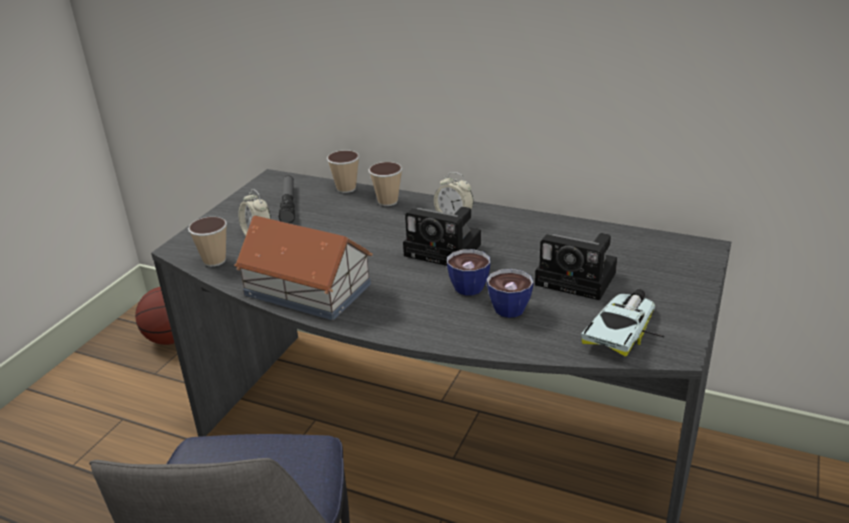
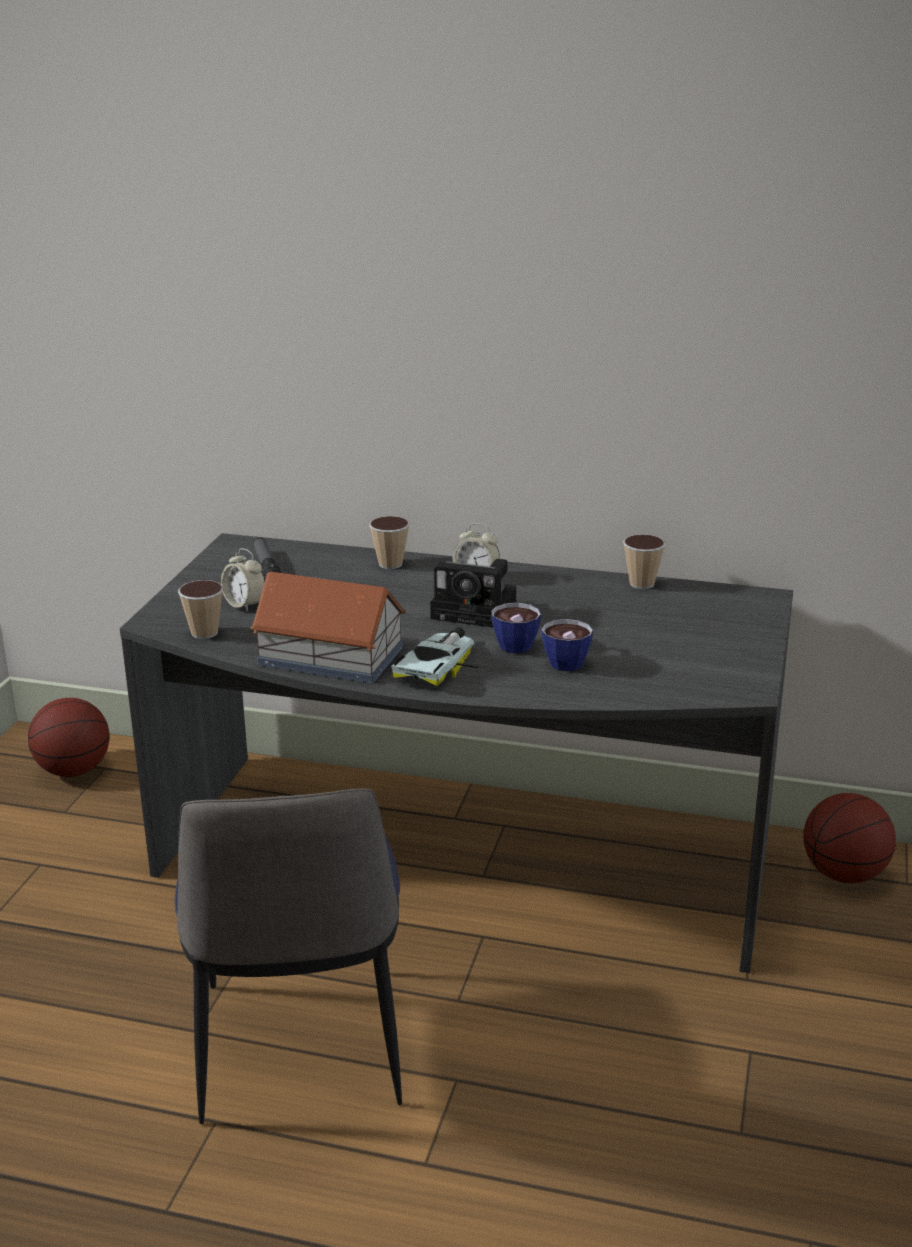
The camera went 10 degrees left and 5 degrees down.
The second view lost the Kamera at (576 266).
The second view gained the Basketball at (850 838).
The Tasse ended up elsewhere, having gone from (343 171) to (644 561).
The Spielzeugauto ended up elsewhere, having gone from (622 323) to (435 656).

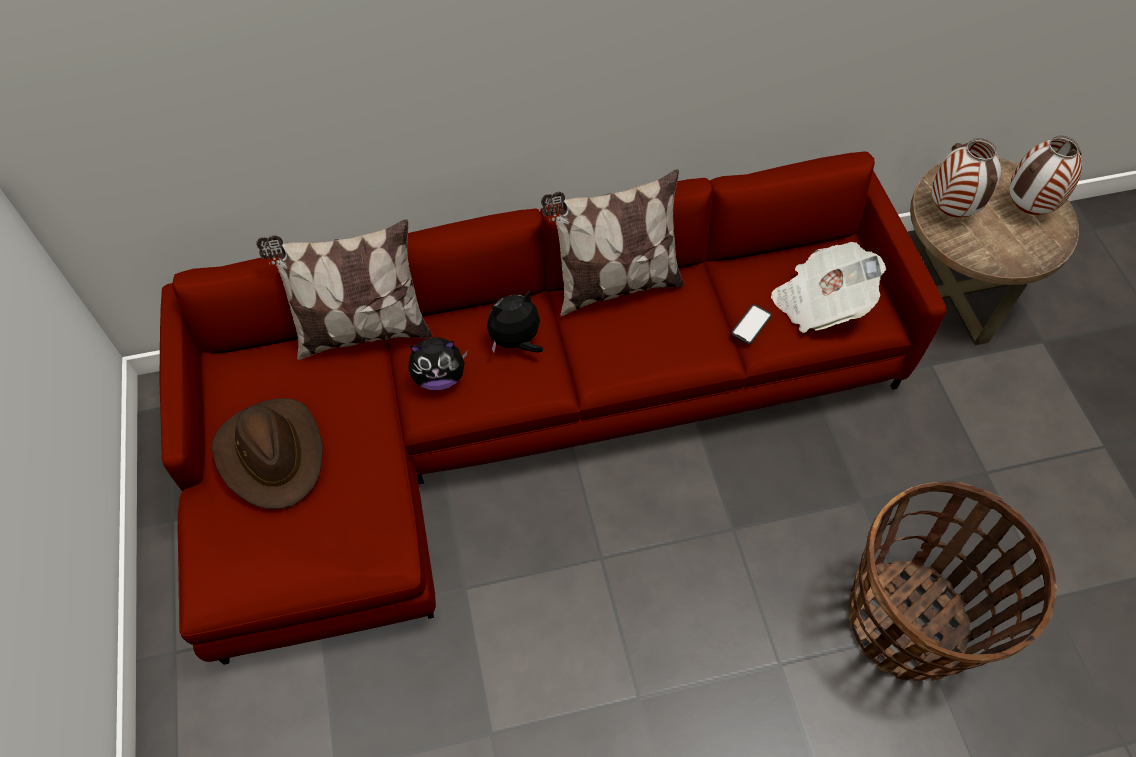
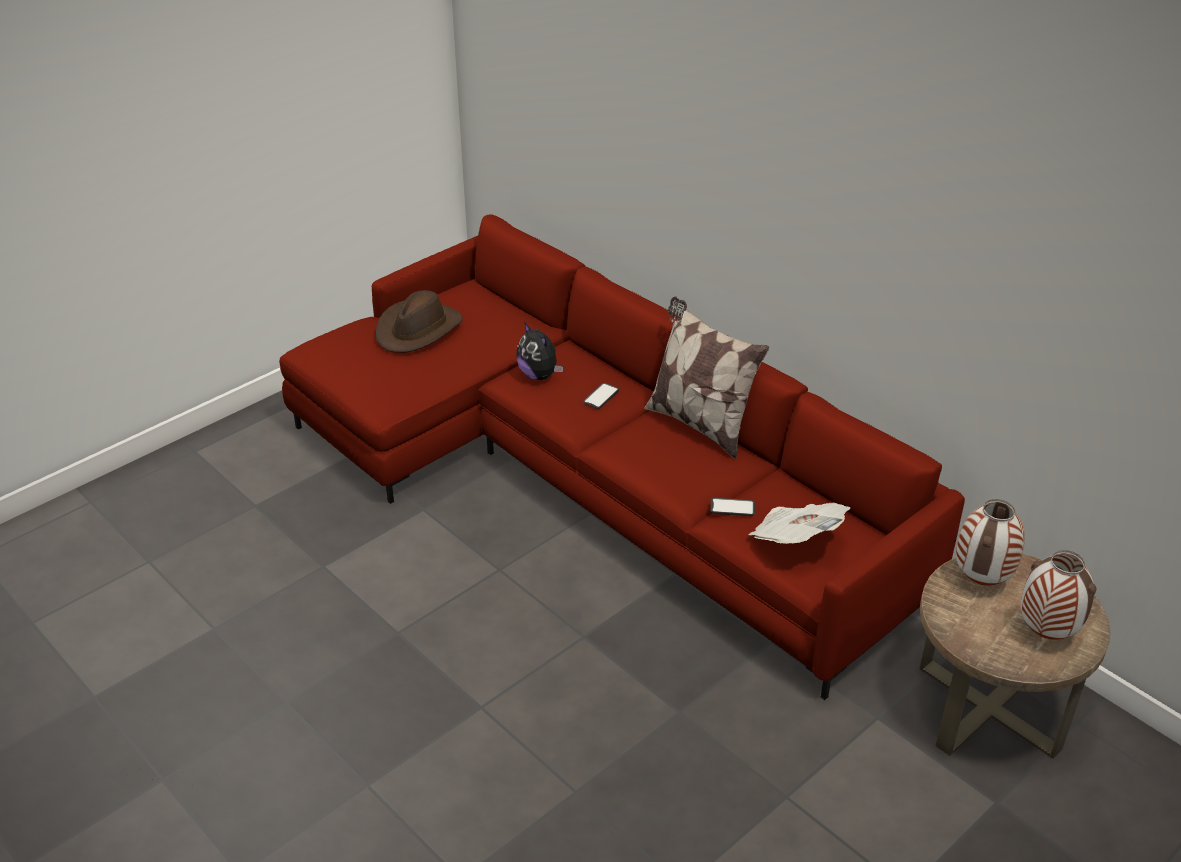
The camera went 60 degrees right and 20 degrees down.
The second view lost the Kissen at (344 289).
The second view lost the Korb at (952 581).
Where the Plüschtier stood at (515 321), the Handy came to stand at (601 396).

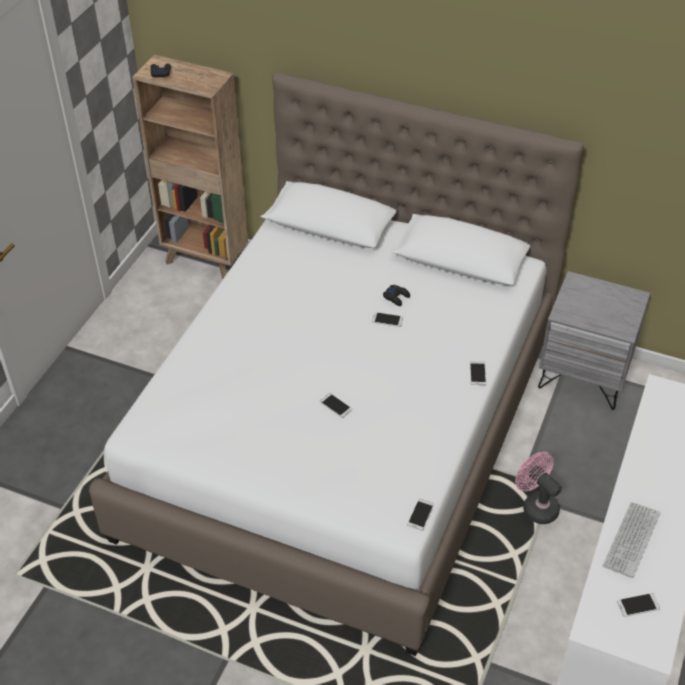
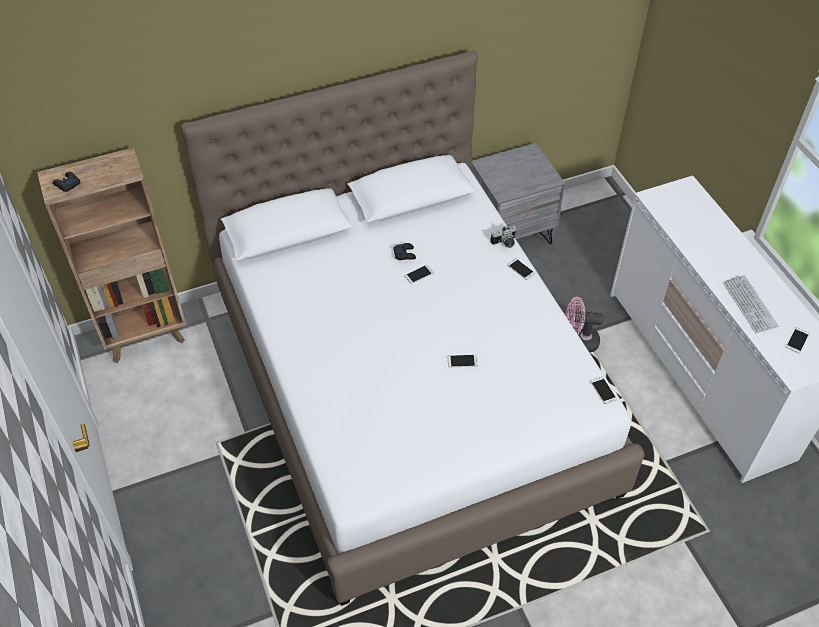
The camera went 45 degrees left and 5 degrees up.
The second view gained the Kamera at (503 236).

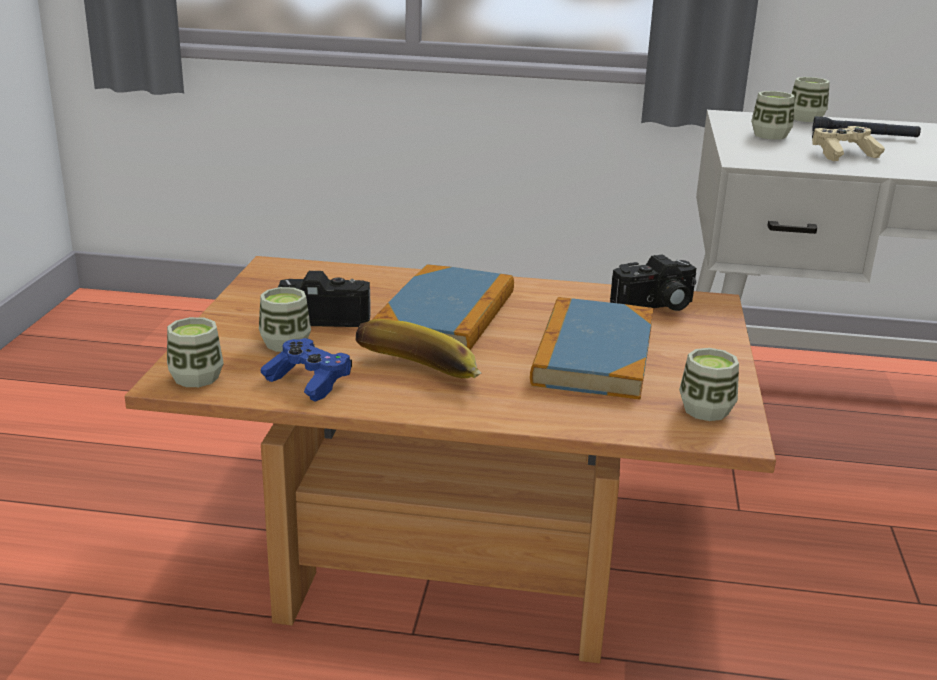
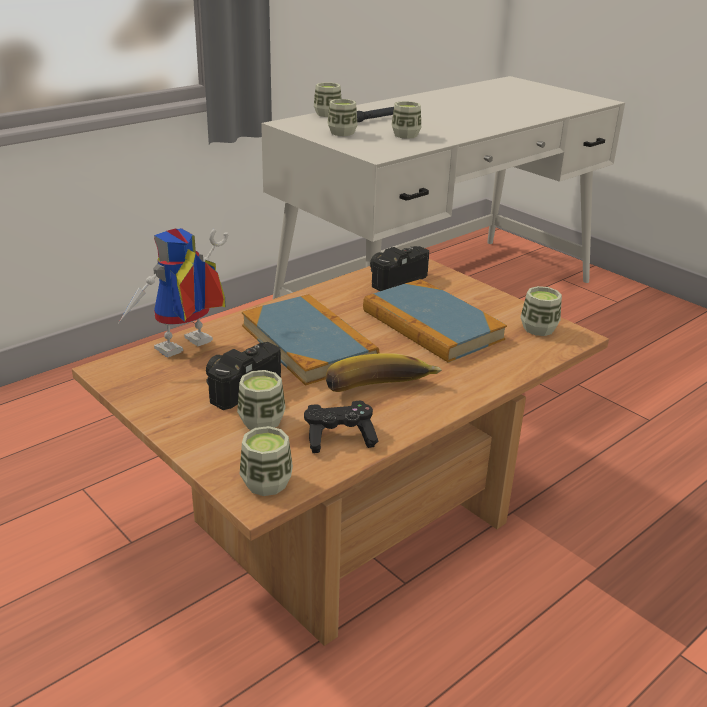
The camera went 50 degrees left and 5 degrees up.
The second view gained the Spielzeugroboter at (173 293).
Where the Gamepad [beige] stood at (848 143), the Tasse came to stand at (406 120).
What was the Gamepad [blau] at (306 370) turned into the Gamepad [schwarz] at (341 427).
The Kamera at (653 283) ended up facing another way, 150 degrees counterclockwise from before.

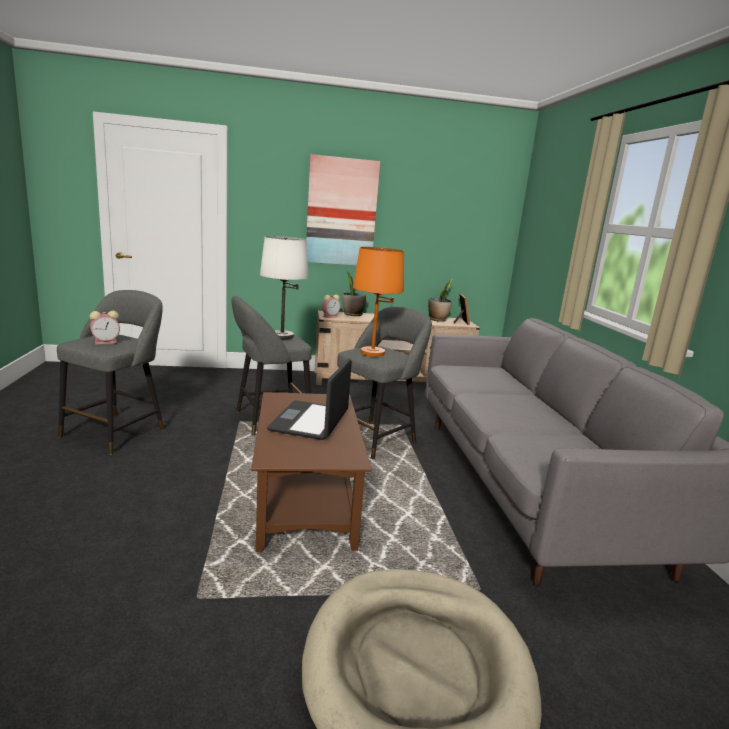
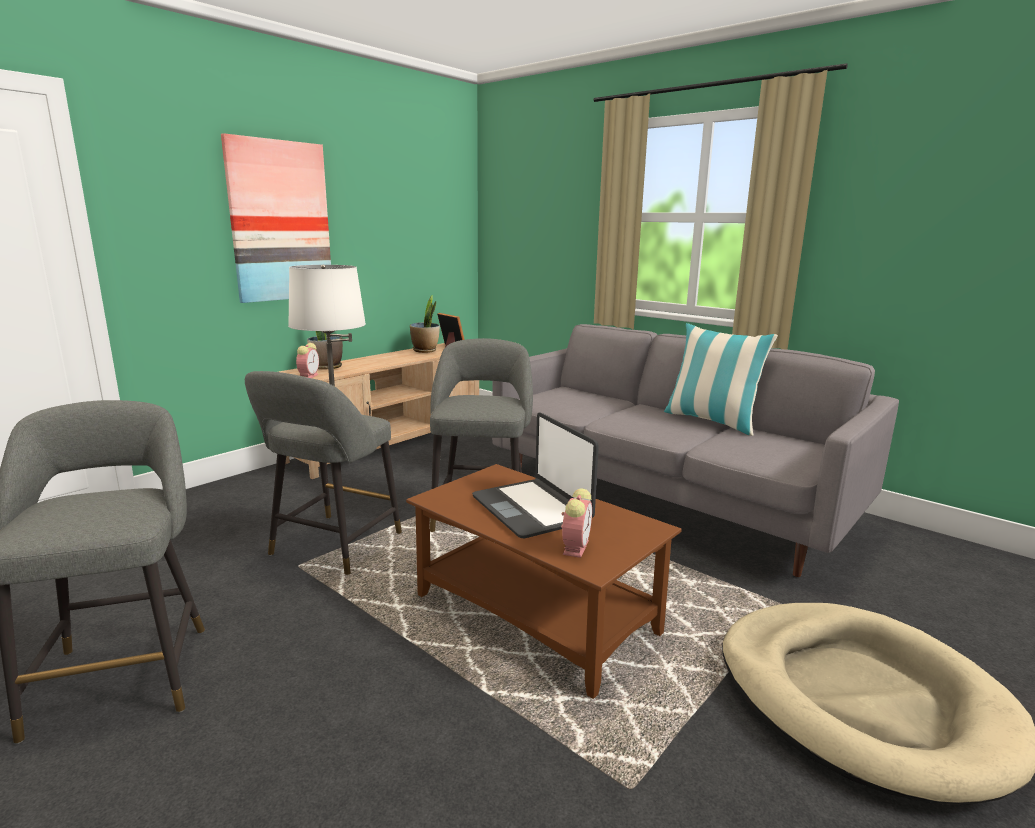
The camera went 40 degrees left and 0 degrees up.
The second view lost the Tischlampe [orange] at (378 302).
The second view gained the Kissen at (721 379).
The Wecker ended up elsewhere, having gone from (105 328) to (576 523).

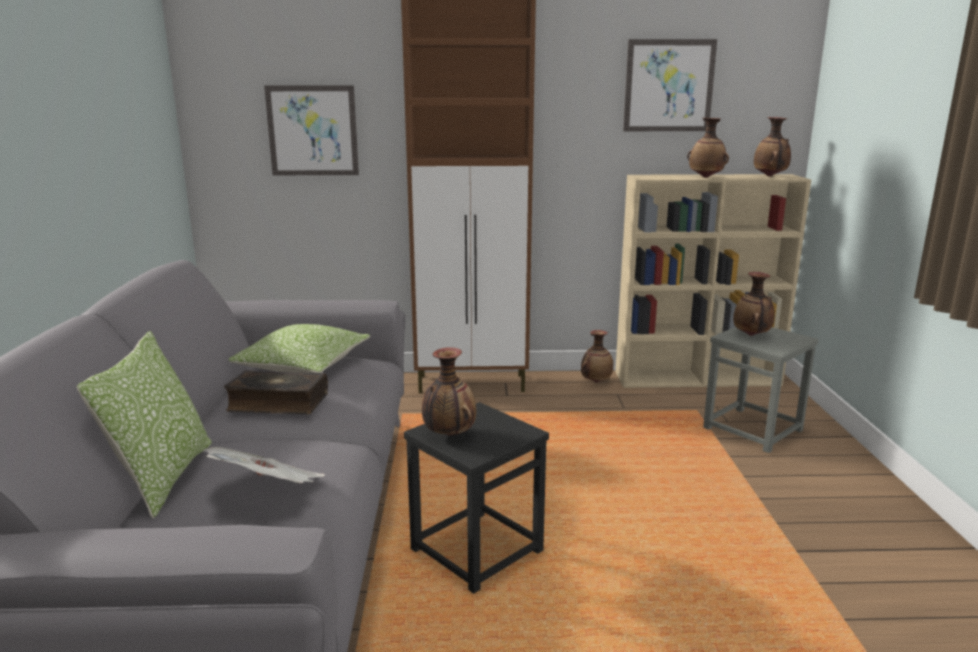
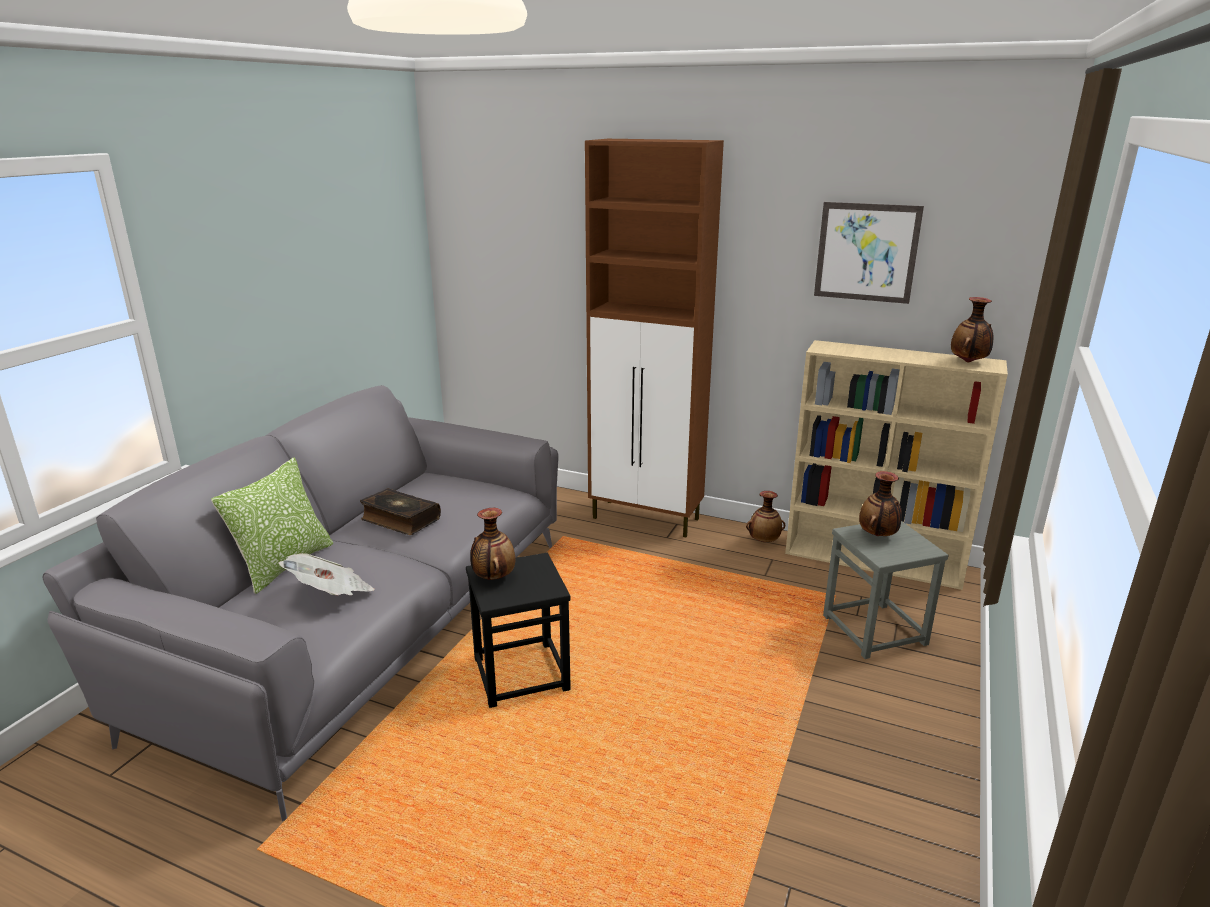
The camera went 25 degrees right and 5 degrees up.
The second view lost the Kissen at (299 348).
The second view lost the Bild at (311 130).
The second view lost the Vase at (708 148).

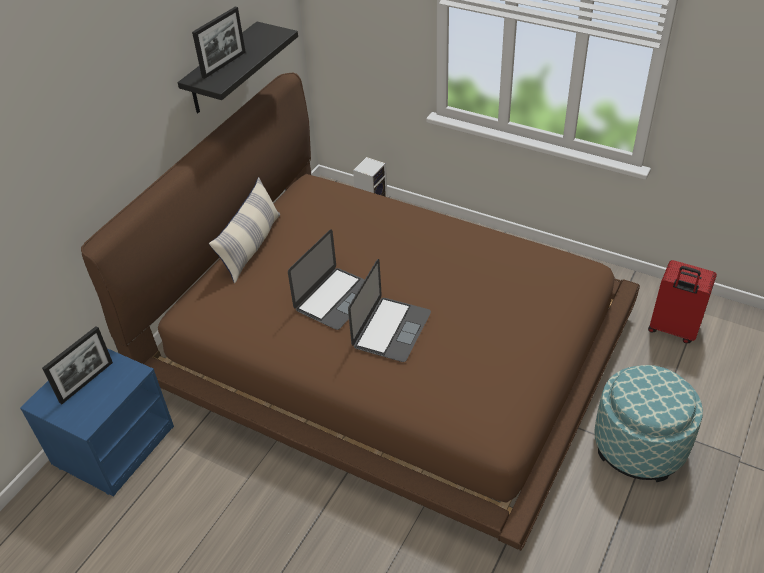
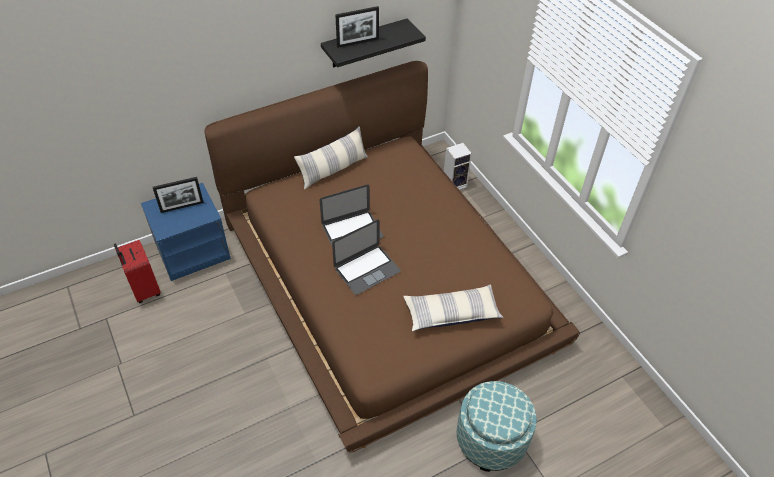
The camera went 30 degrees right and 5 degrees up.
The second view gained the Kissen at (453 307).
The Koffer [rot] ended up elsewhere, having gone from (682 301) to (137 271).

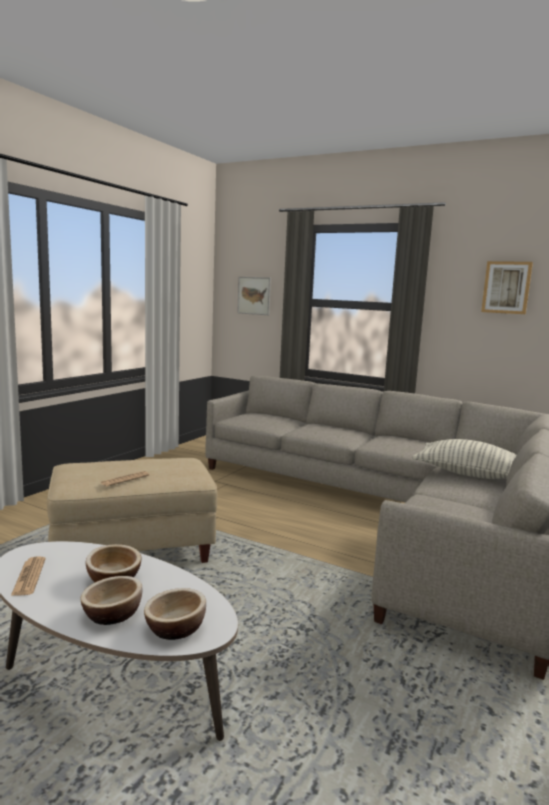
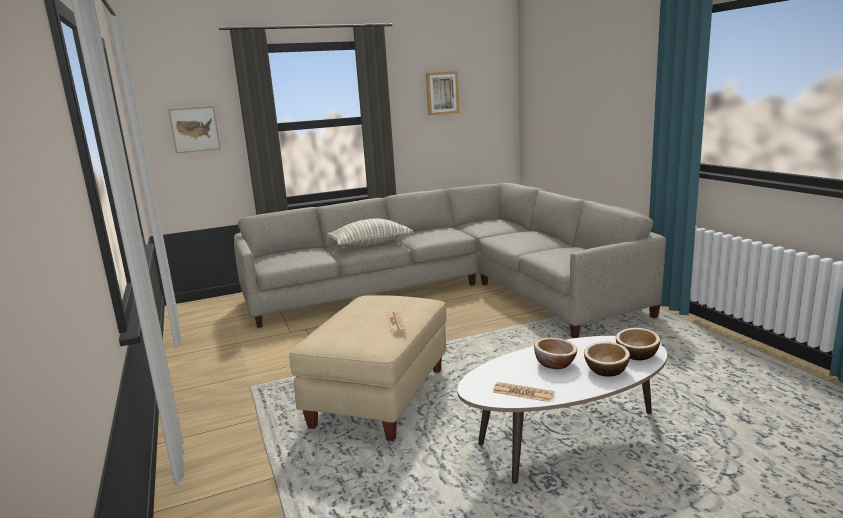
The camera went 50 degrees left and 5 degrees up.
The Kissen ended up elsewhere, having gone from (464 459) to (370 232).

